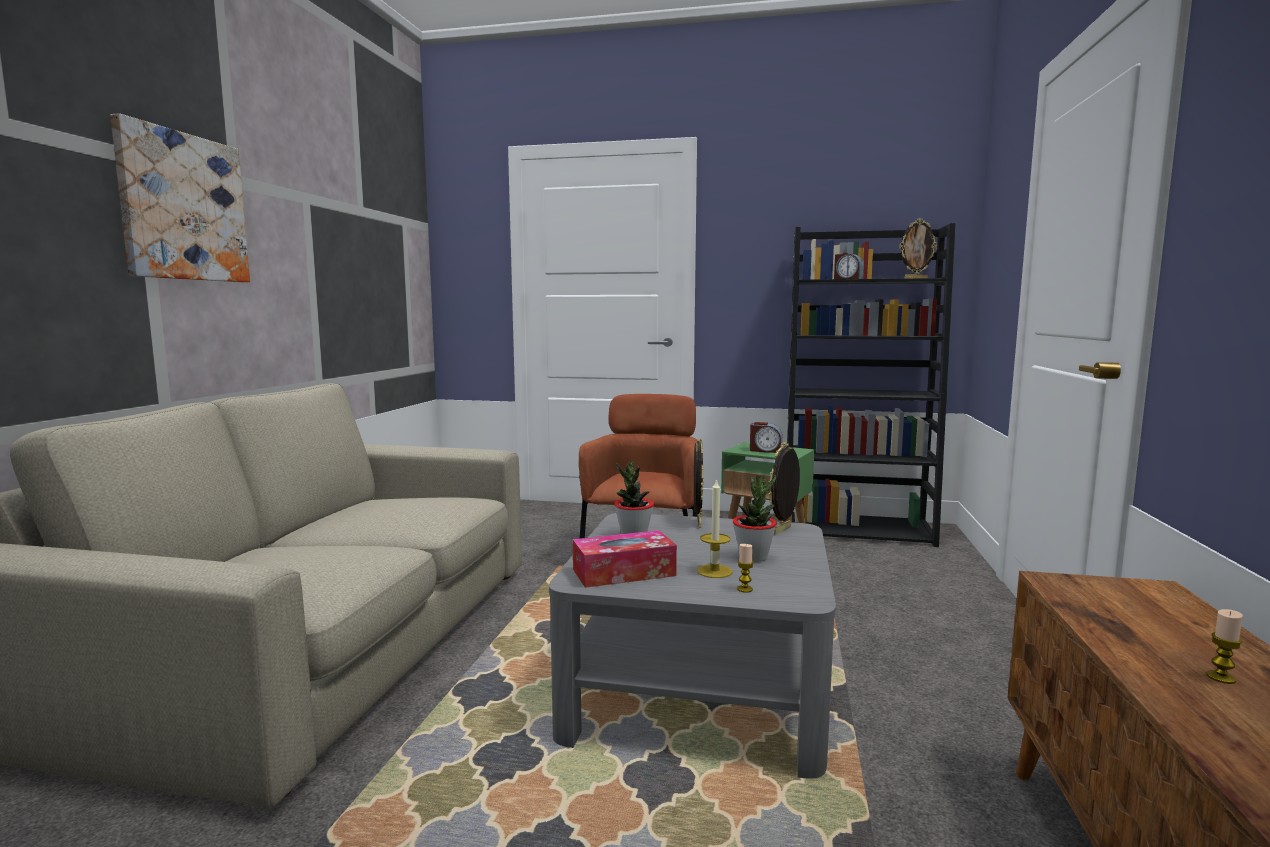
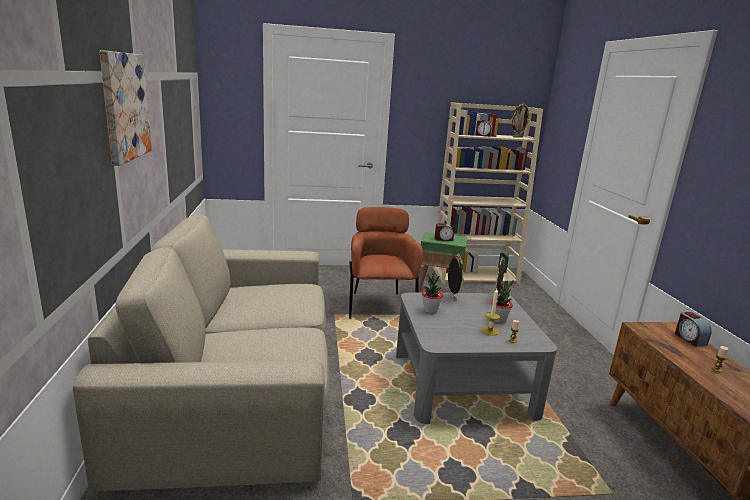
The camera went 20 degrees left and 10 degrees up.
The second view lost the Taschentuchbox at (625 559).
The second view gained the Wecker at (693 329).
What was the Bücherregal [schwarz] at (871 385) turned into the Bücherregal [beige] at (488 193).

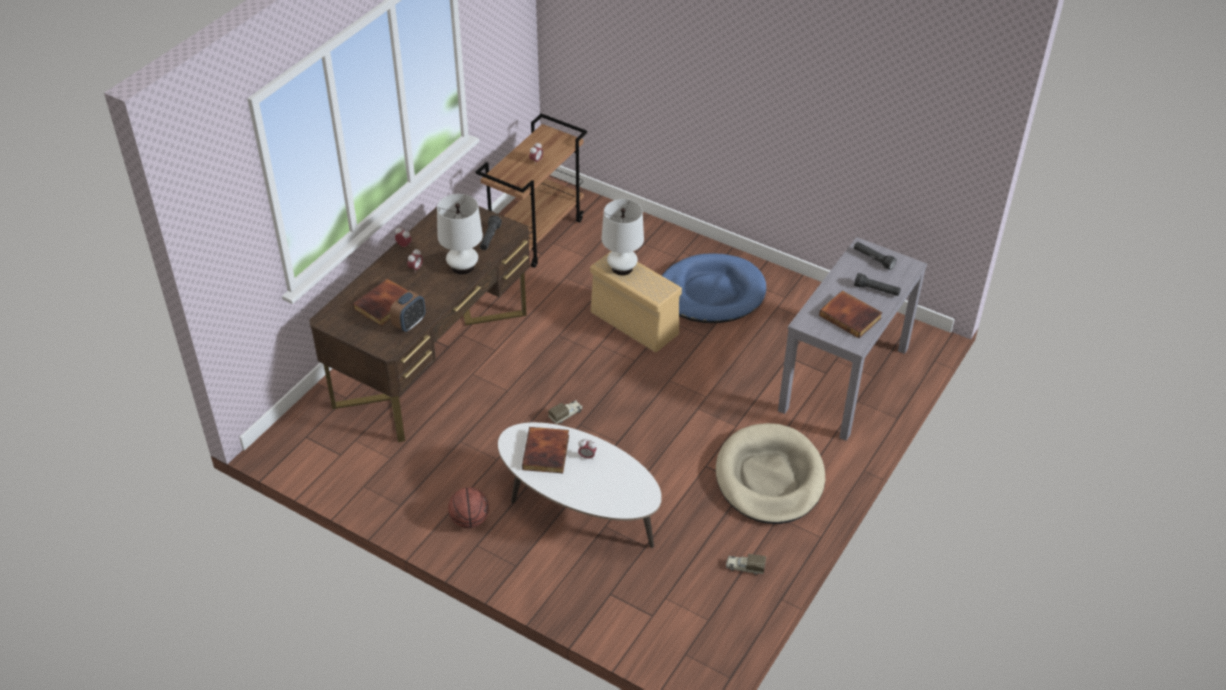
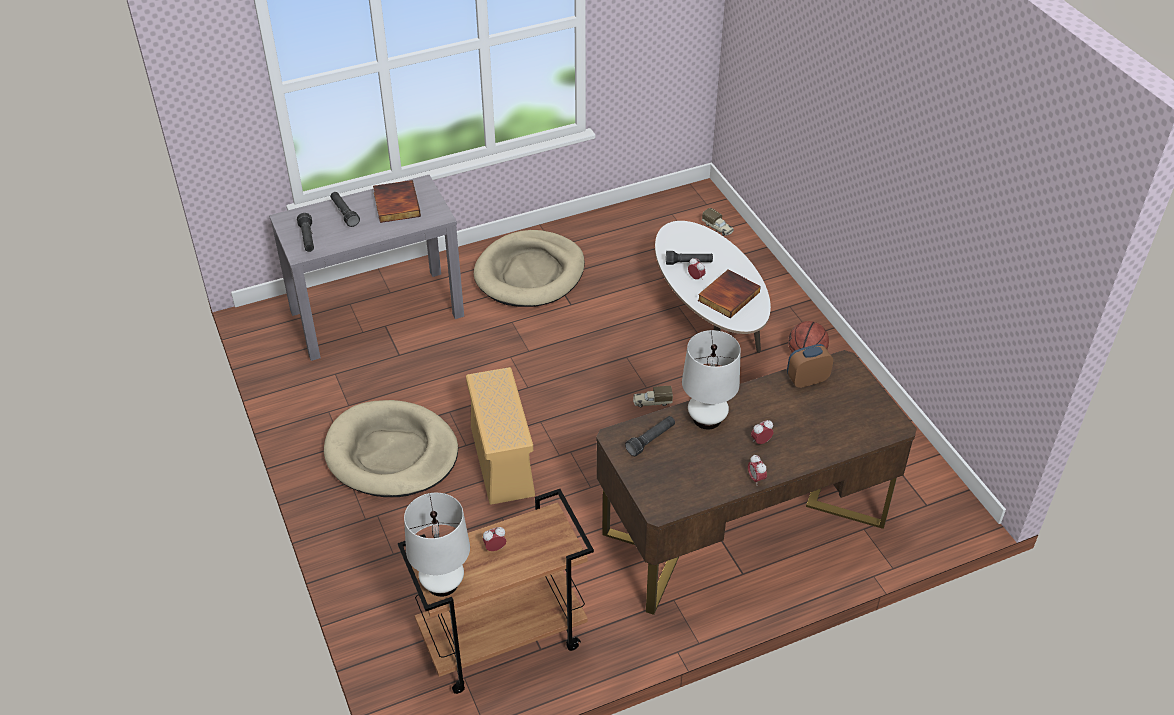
The camera went 145 degrees left and 0 degrees up.
The second view lost the Buch at (380 302).
The second view gained the Taschenlampe [schwarz] at (689 258).
The Tischlampe [weiß] ended up elsewhere, having gone from (622 237) to (437 545).
The Spielzeuglaster ended up elsewhere, having gone from (746 564) to (718 222).
What was the Hundebett [blau] at (714 288) turned into the Hundebett [beige] at (391 448).

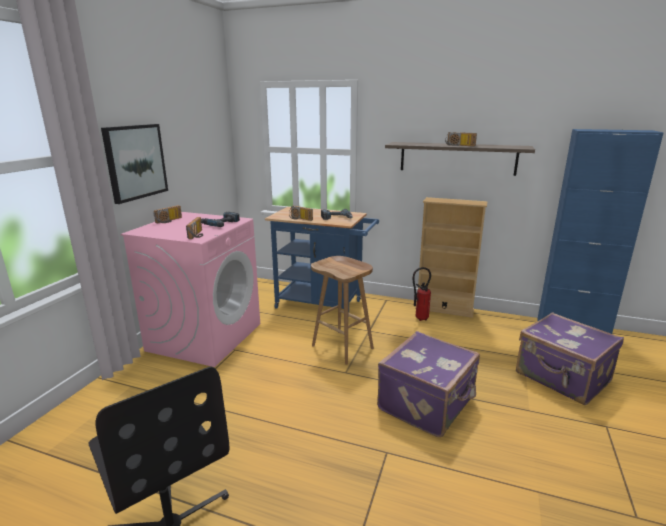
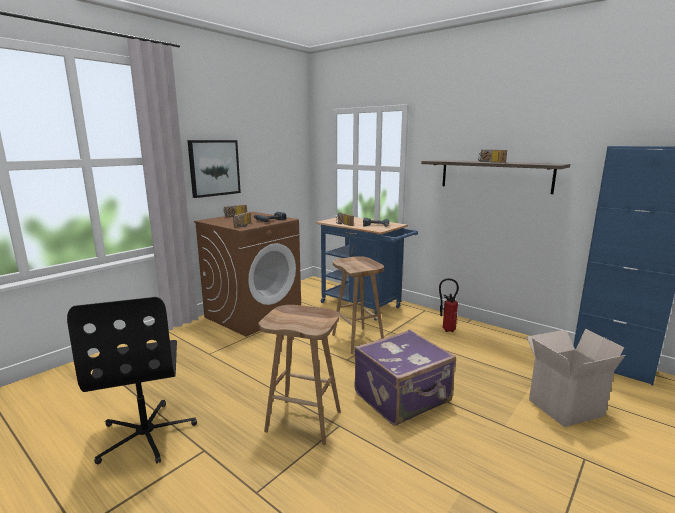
The camera went 20 degrees right and 5 degrees down.
The second view lost the Bücherregal [beige] at (451 257).
The second view gained the Hocker [braun] at (300 375).
Where the Koffer [lila] stood at (570 358), the Karton came to stand at (576 378).
What was the Waschmaschine [rosa] at (190 289) turned into the Waschmaschine [braun] at (247 274).

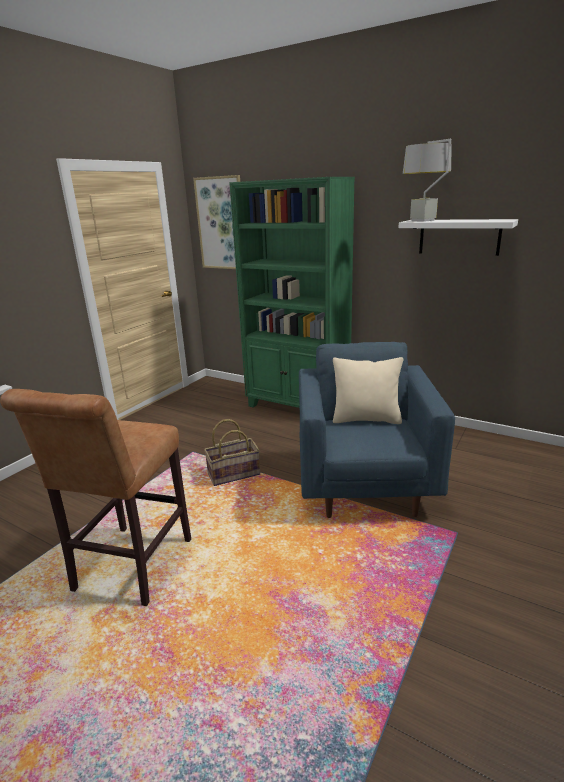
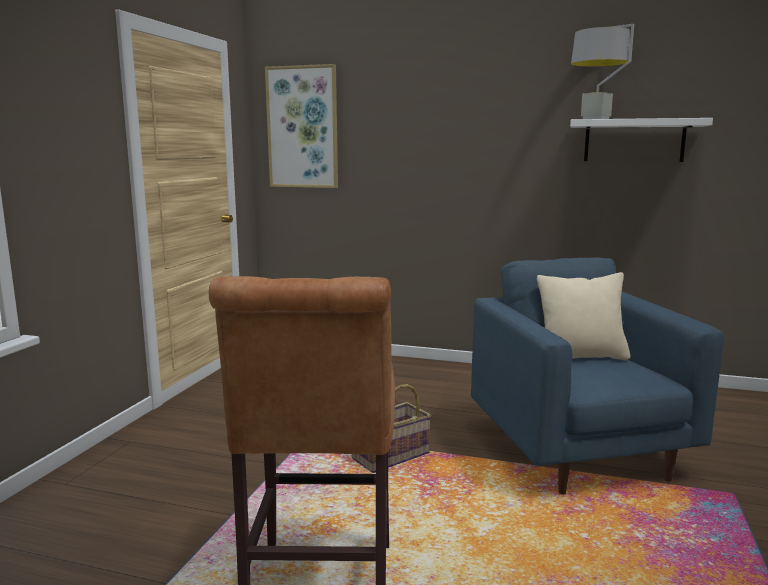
The camera went 15 degrees left and 10 degrees down.
The second view lost the Bücherregal [grün] at (292 292).

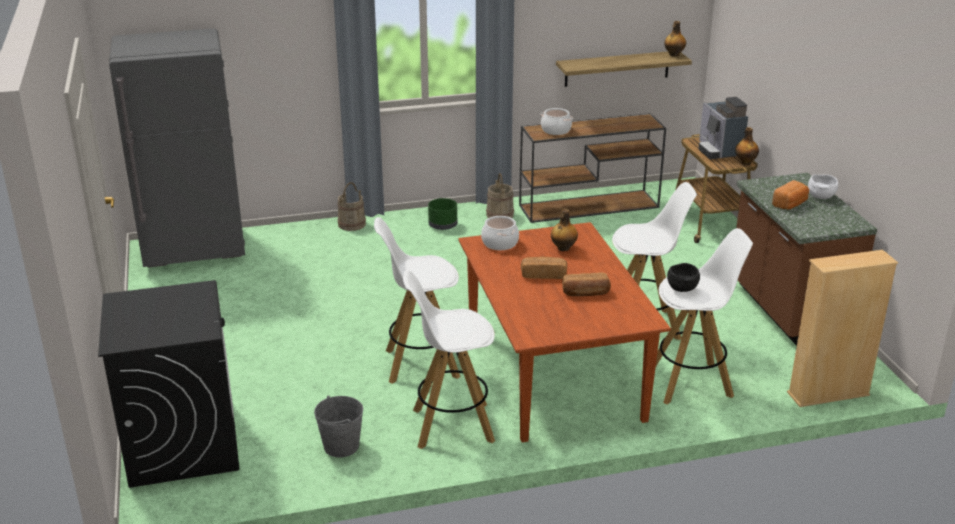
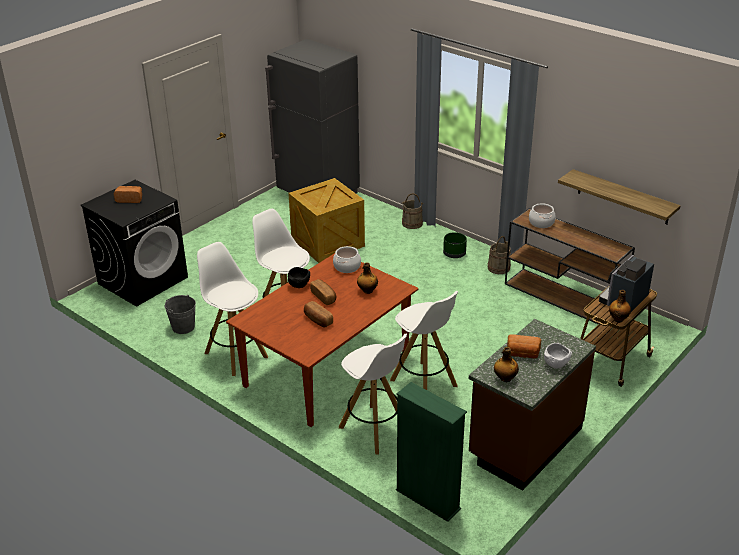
The camera went 55 degrees right and 5 degrees up.
The second view gained the Brot at (127 194).
The second view gained the Kiste at (326 220).
The Flasche ended up elsewhere, having gone from (675 38) to (506 364).
The Schüssel [schwarz] ended up elsewhere, having gone from (683 277) to (299 277).
What was the Bücherregal [beige] at (842 328) turned into the Bücherregal [grün] at (431 452).

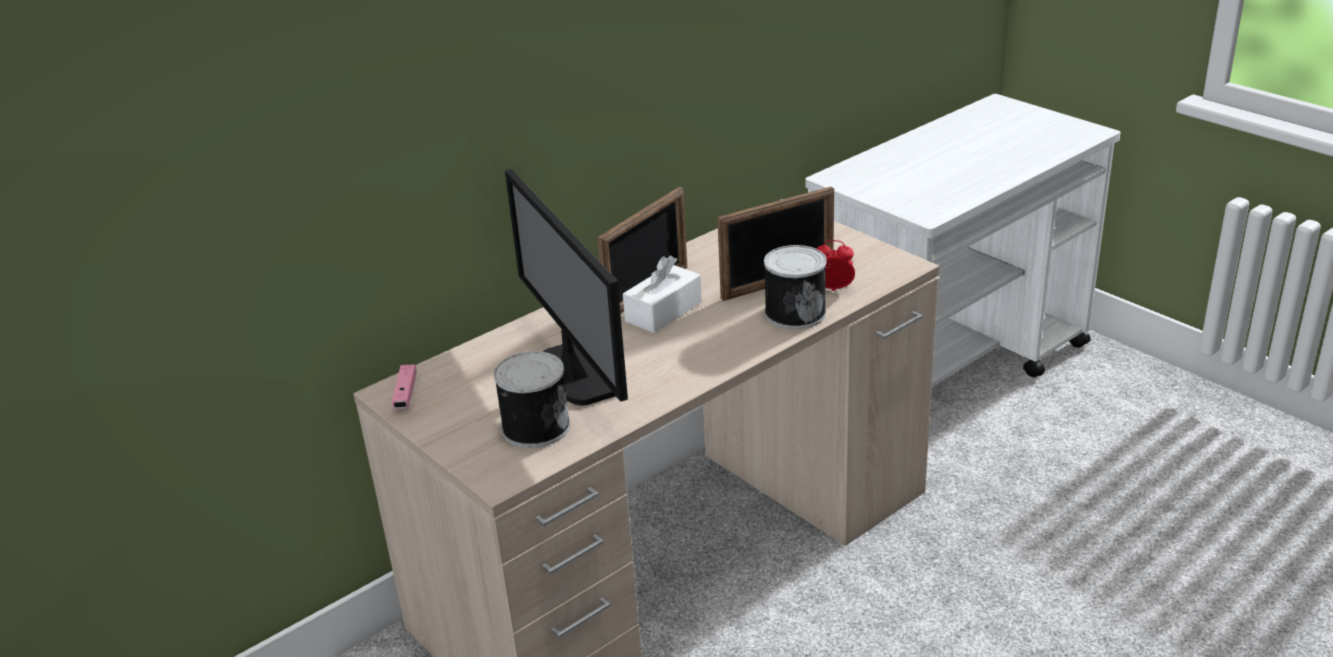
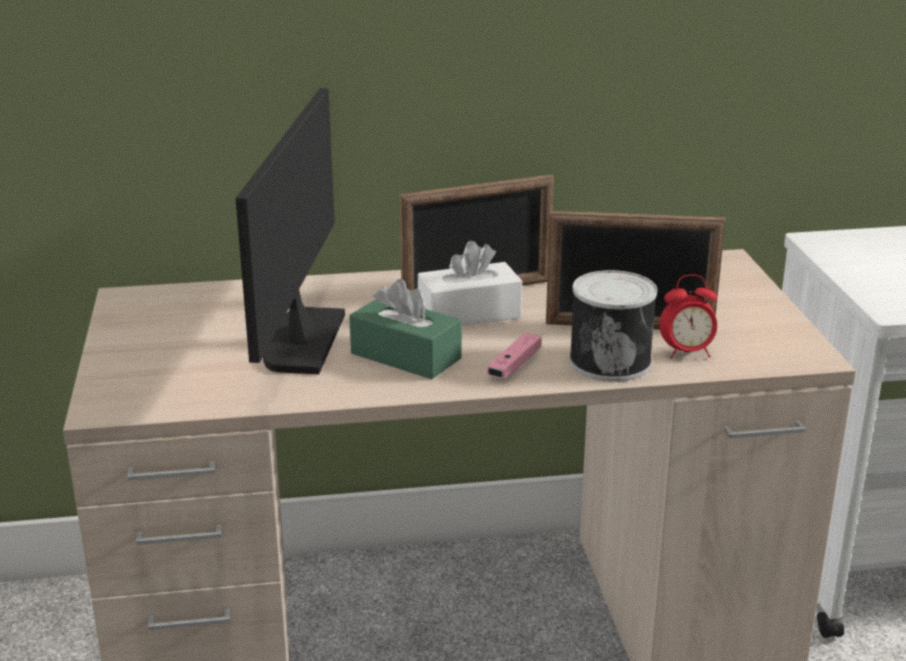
The camera went 30 degrees right and 5 degrees down.
The second view lost the Dose at (532 399).
The second view gained the Taschentuchbox [grün] at (405 329).
The Gamepad [rosa] ended up elsewhere, having gone from (404 386) to (514 356).
The Wecker at (835 265) ended up facing another way, 135 degrees clockwise from before.

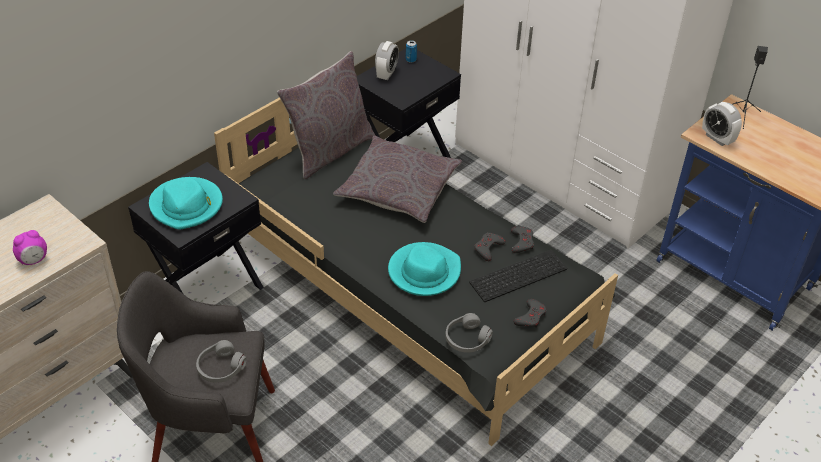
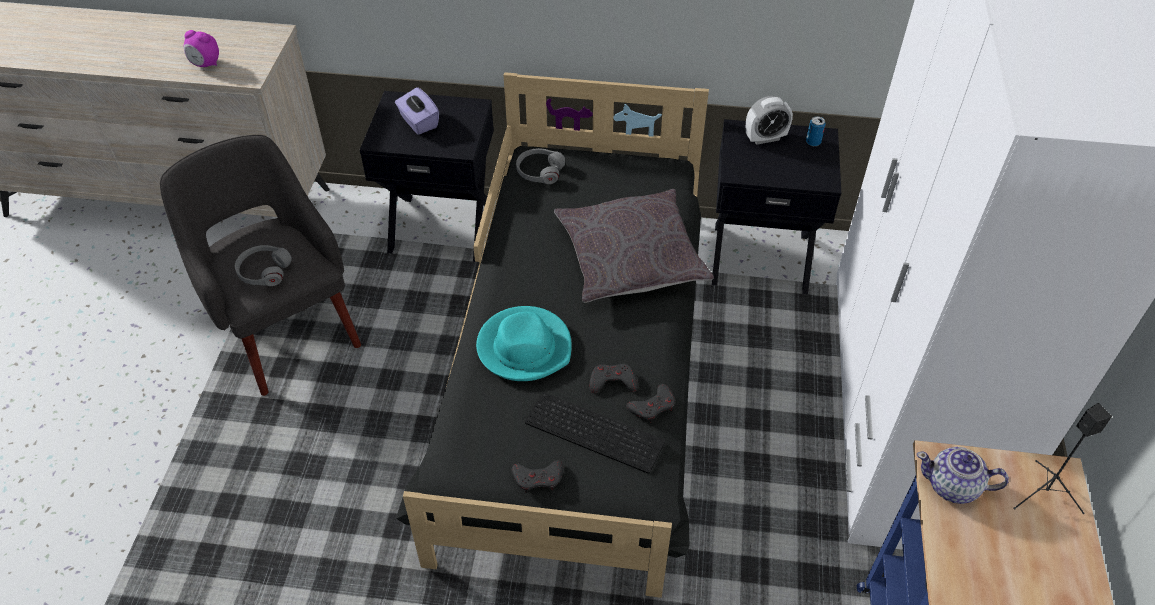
The camera went 55 degrees right and 5 degrees up.
The second view lost the Kissen [grau] at (326 115).
The Kopfhörer [grau] ended up elsewhere, having gone from (469 333) to (540 166).
Where the Hut [türkis] stood at (186 203), the Taschentuchbox [lila] came to stand at (417 111).
Where the Wecker stood at (722 124), the Teekanne came to stand at (963 475).

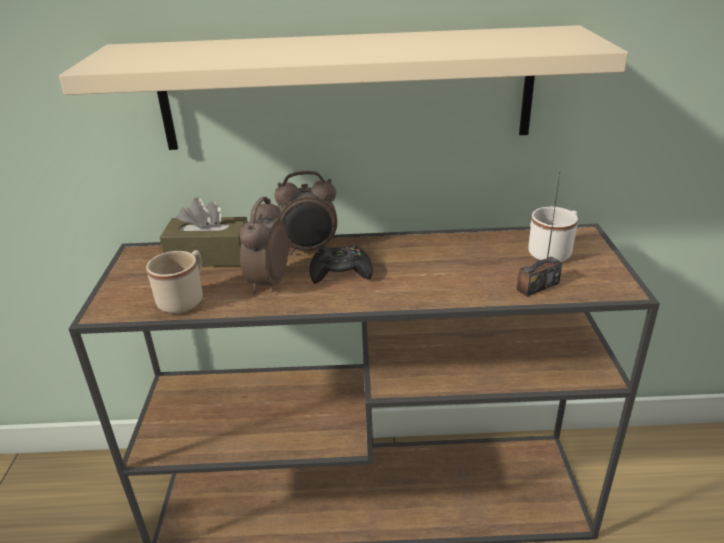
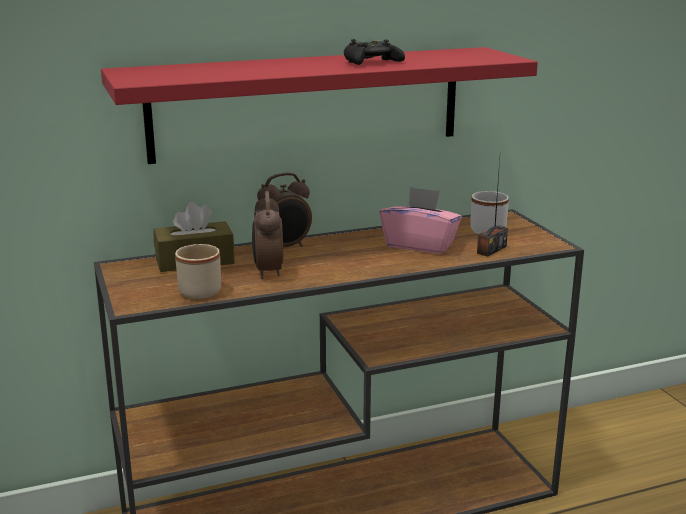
The camera went 20 degrees left and 10 degrees down.
The second view gained the Taschentuchbox [rosa] at (421 220).
The Gamepad [schwarz] ended up elsewhere, having gone from (341 265) to (374 52).
What was the Wandregal [beige] at (343 87) turned into the Wandregal [rot] at (319 105).

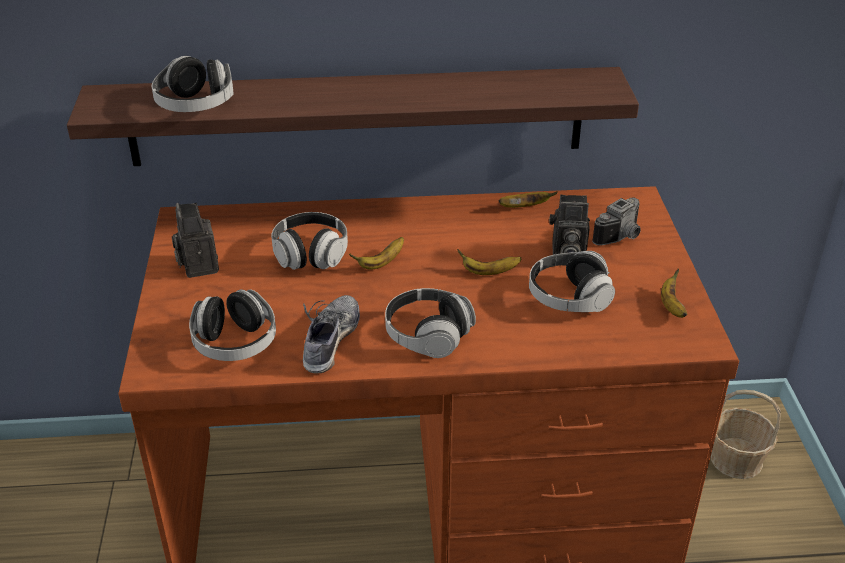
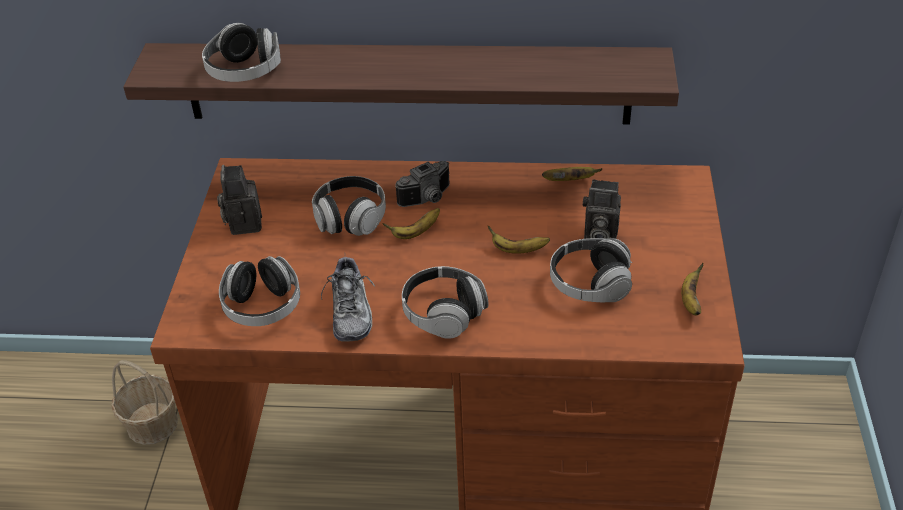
The camera went 10 degrees right and 5 degrees up.
The Kamera ended up elsewhere, having gone from (616 221) to (422 184).
The Korb ended up elsewhere, having gone from (746 434) to (144 402).
The Schuh at (331 334) ended up facing another way, 150 degrees clockwise from before.

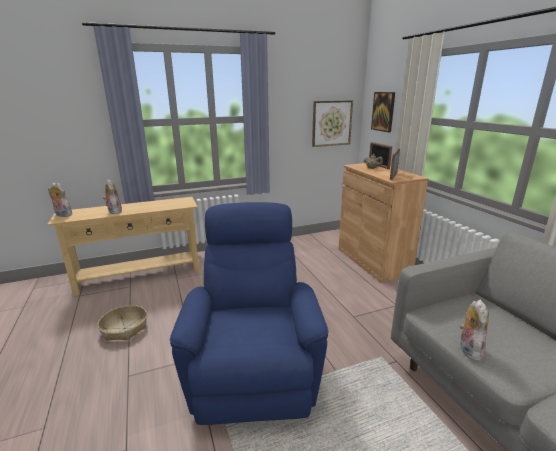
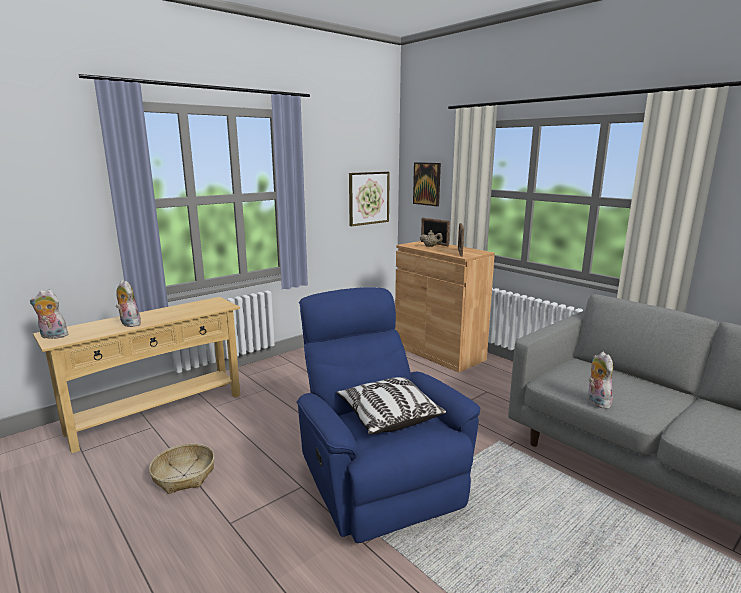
The camera went 20 degrees left and 5 degrees down.
The second view gained the Kissen at (391 406).

